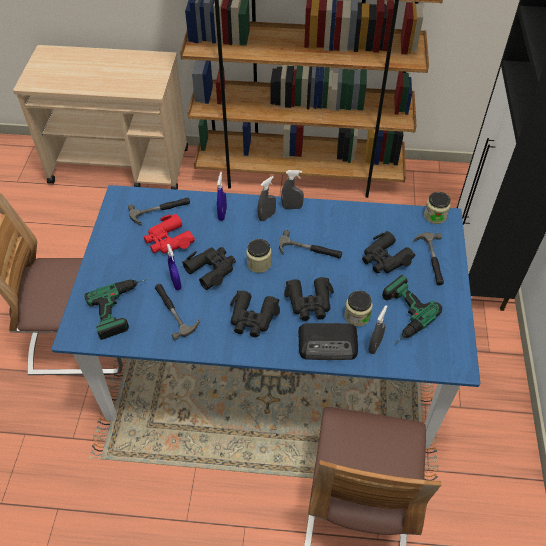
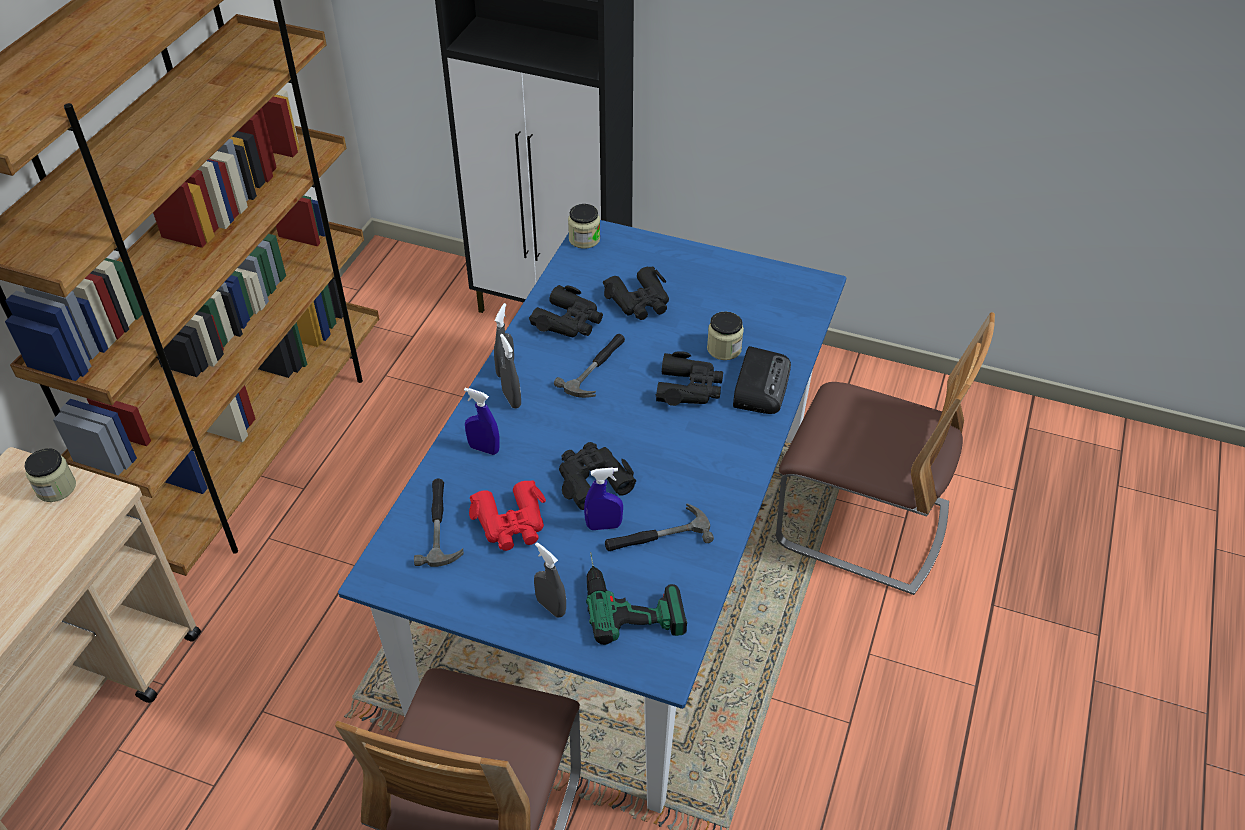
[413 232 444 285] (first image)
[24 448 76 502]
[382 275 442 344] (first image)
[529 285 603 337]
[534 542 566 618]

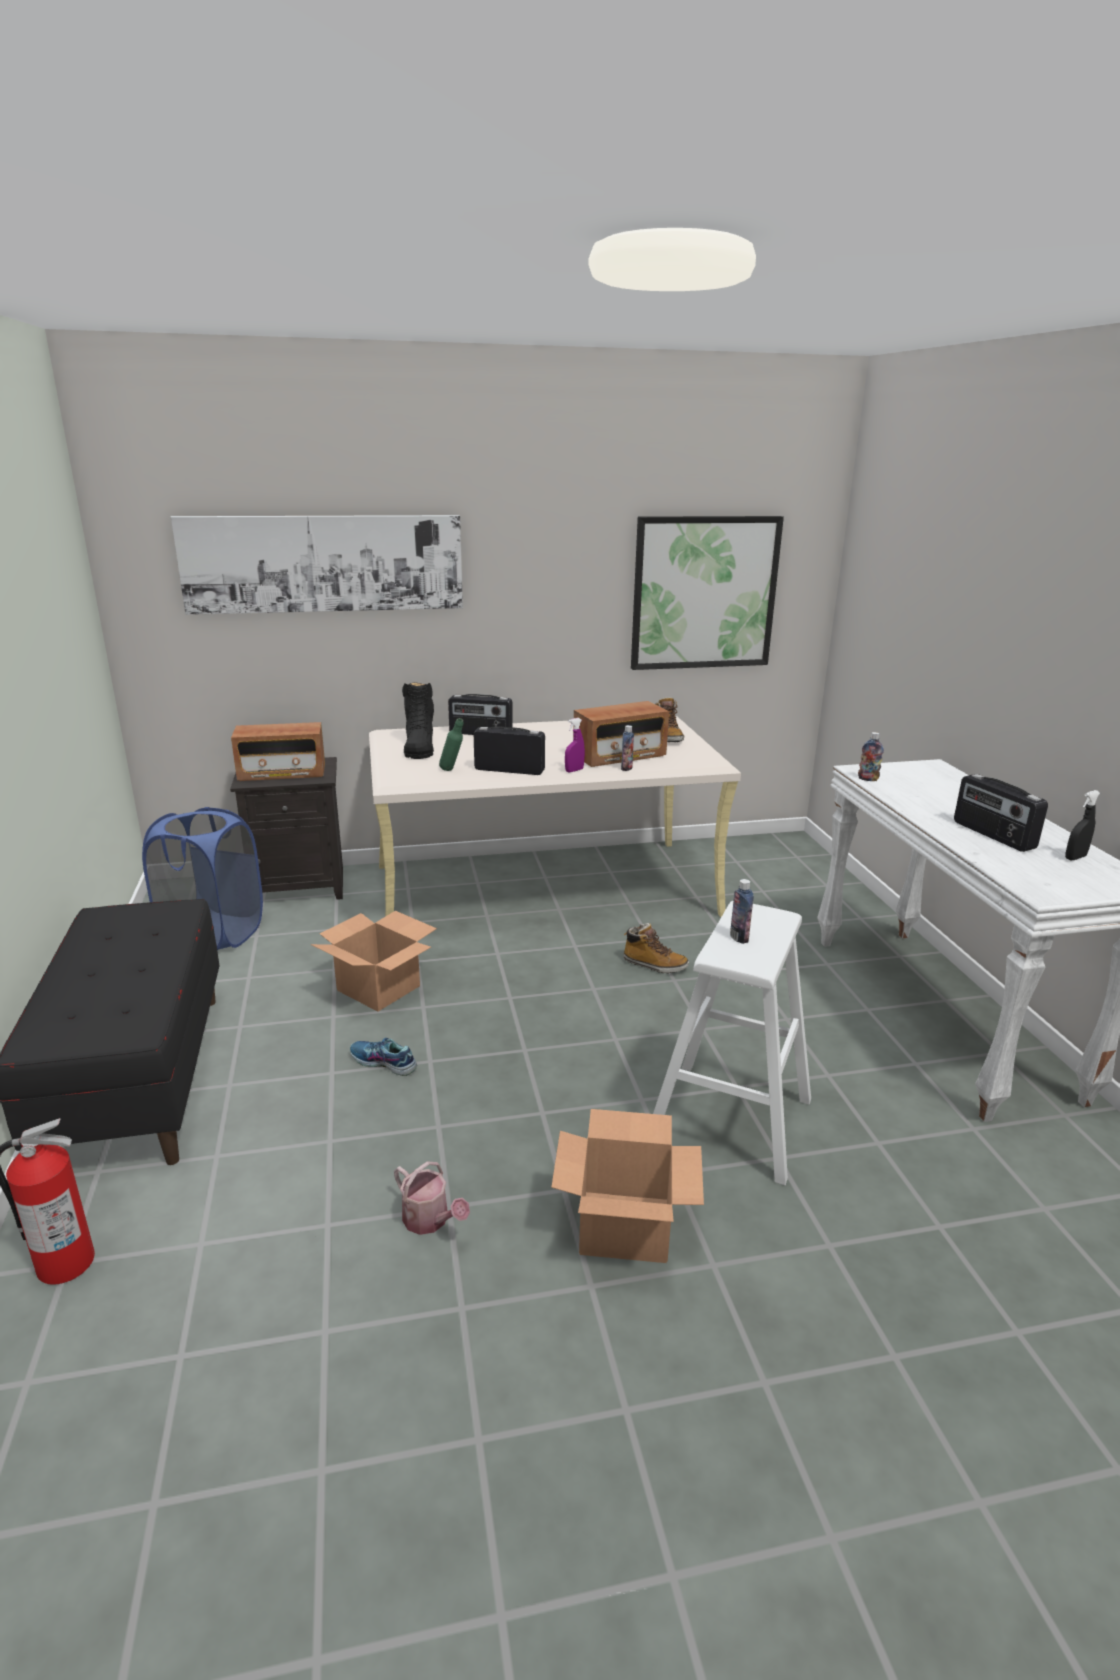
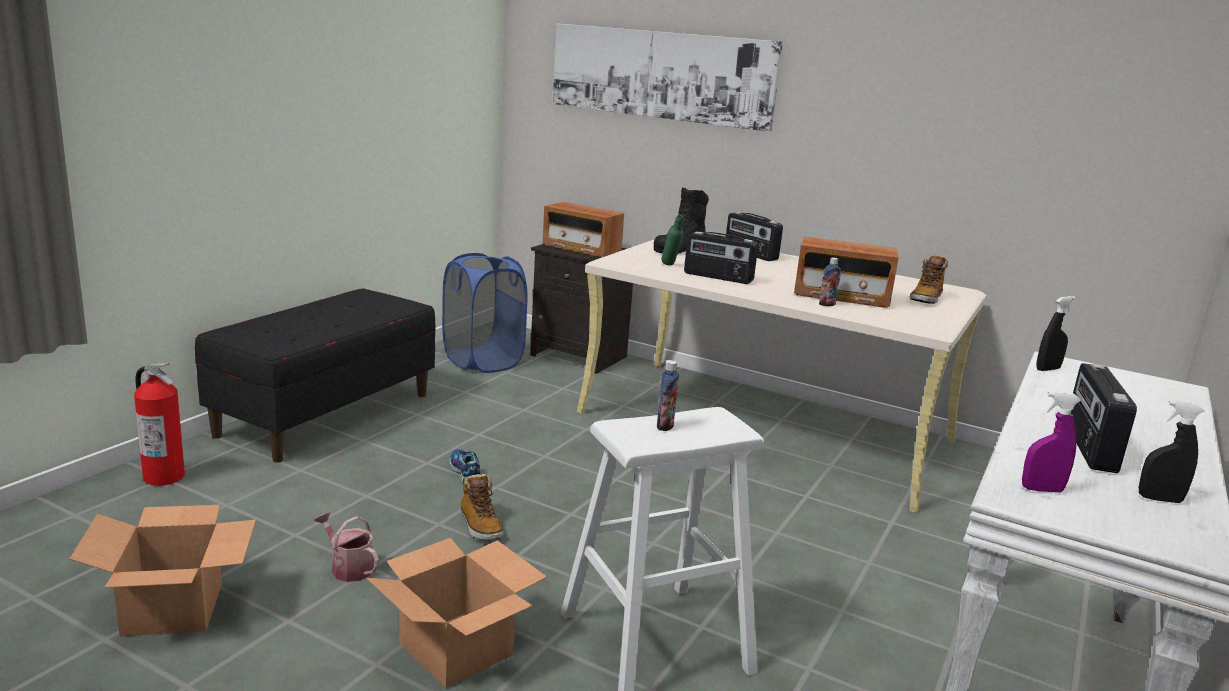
[631 516 784 670] (first image)
[1022 391 1081 493]
[684 232 758 284]
[1036 296 1075 371]
[70 505 256 636]
[461 474 504 540]
[314 512 379 582]

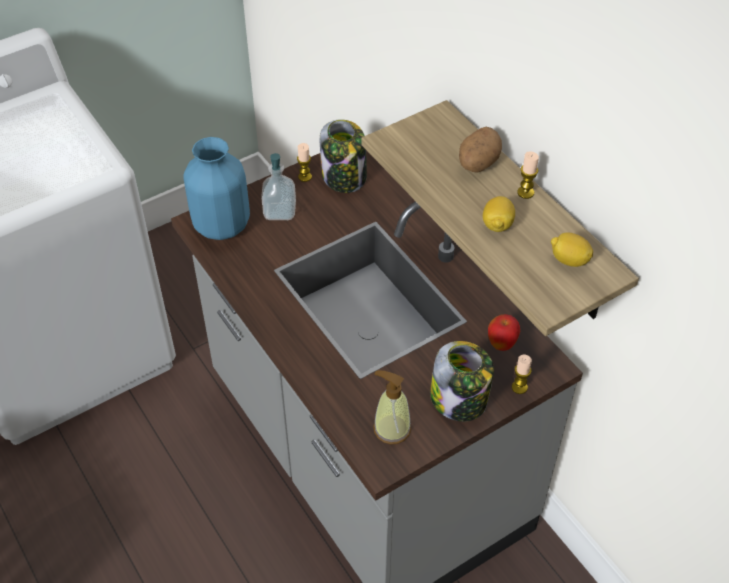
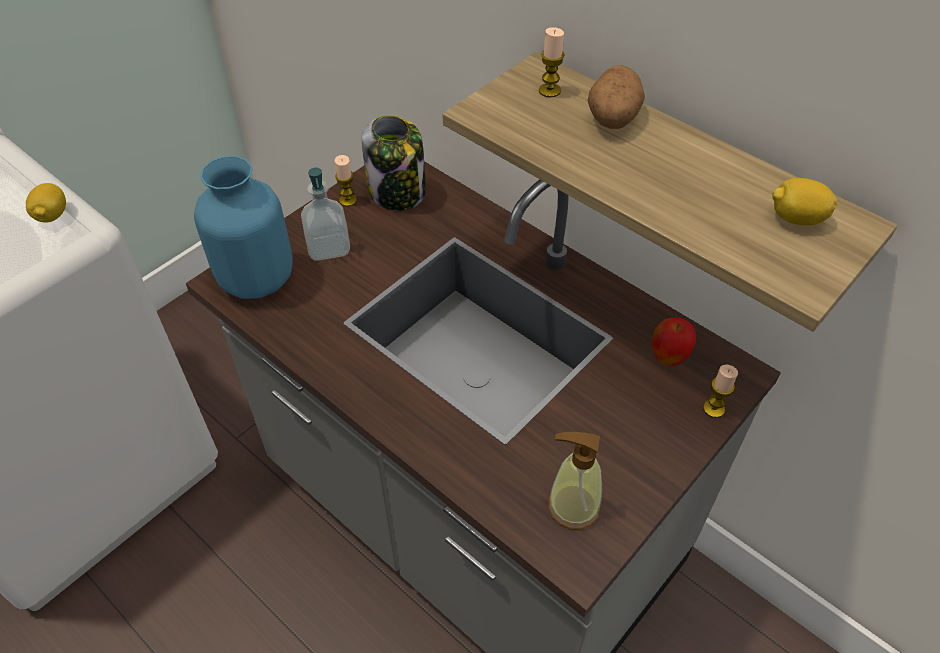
[539 27 565 98]
[26 183 66 223]
[430 341 494 422] (first image)

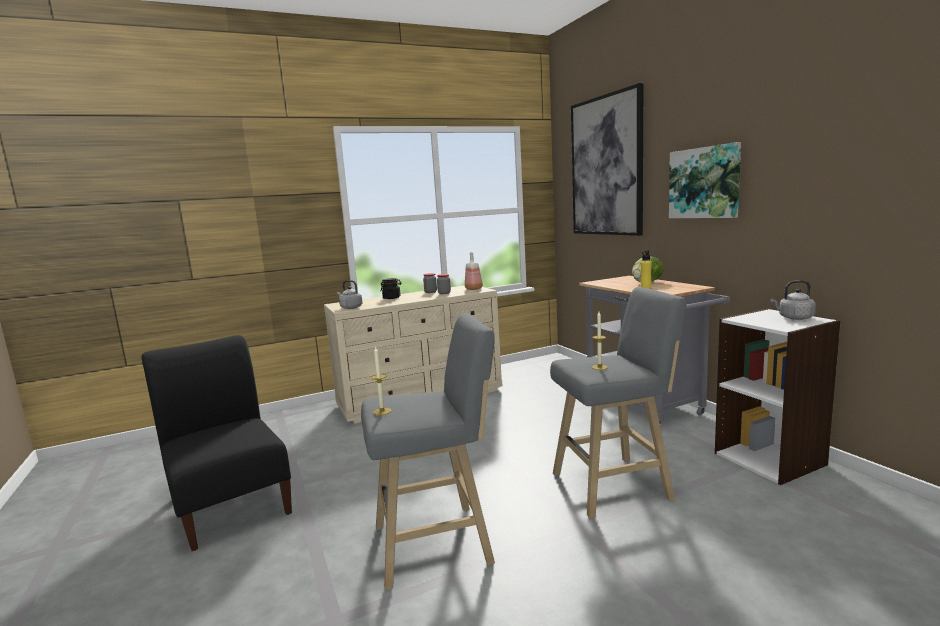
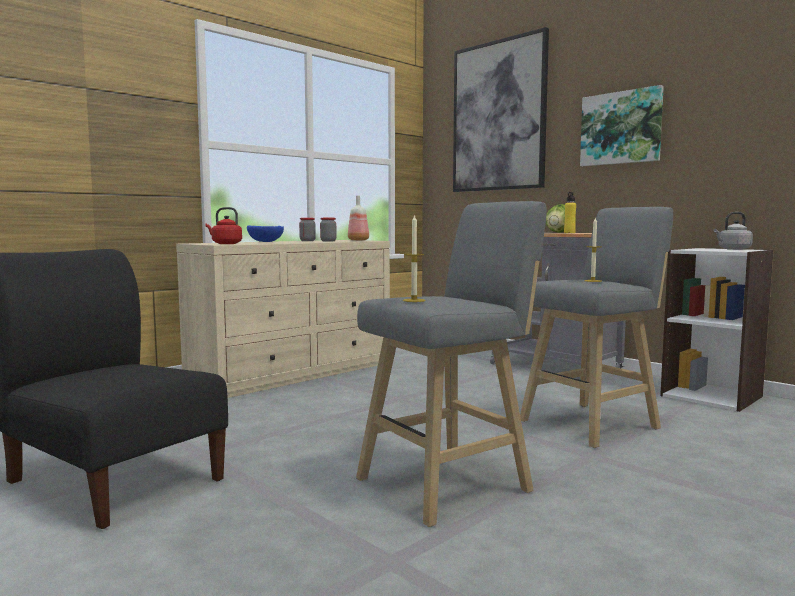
[247 226 284 242]
[205 207 242 244]

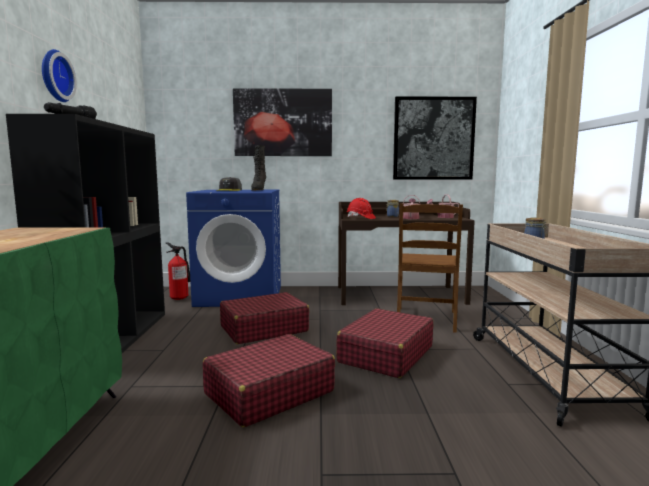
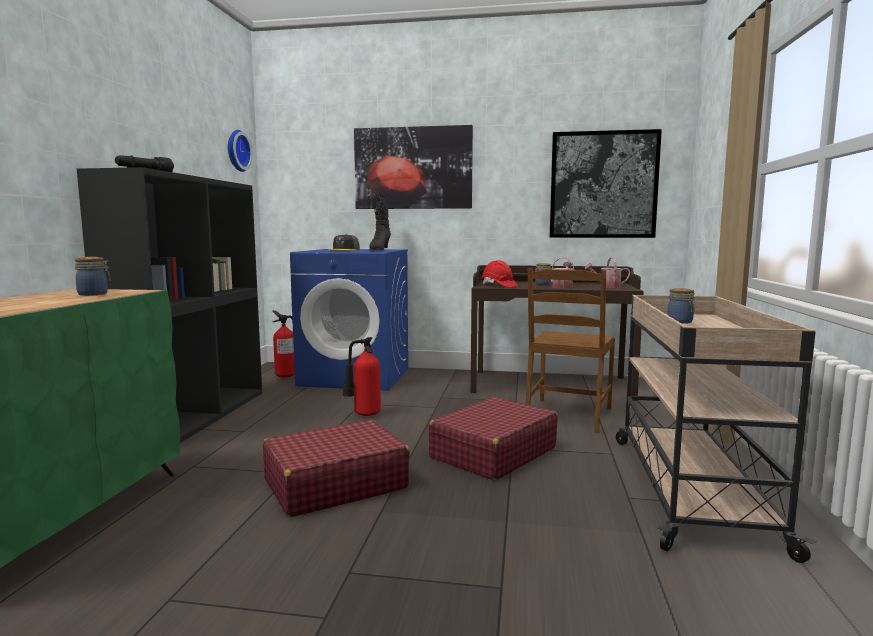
[228 130 252 172]
[342 337 381 416]
[75 257 111 296]

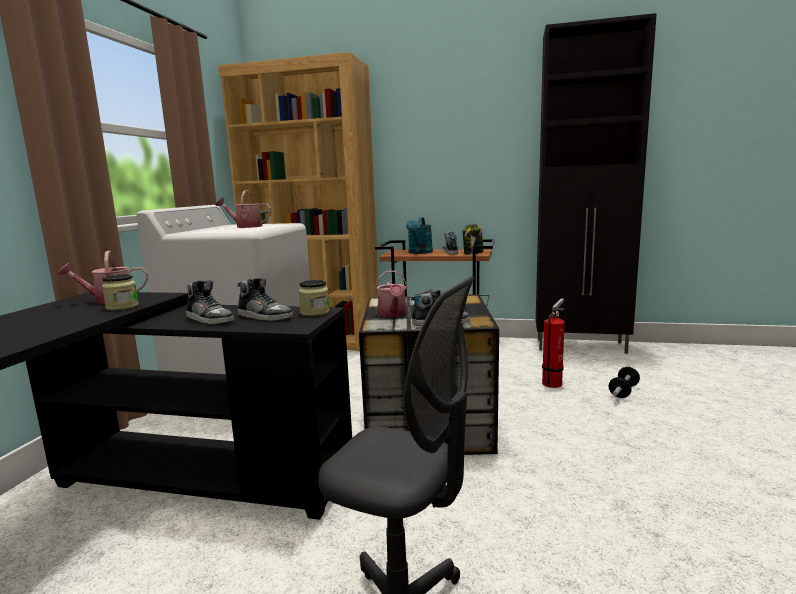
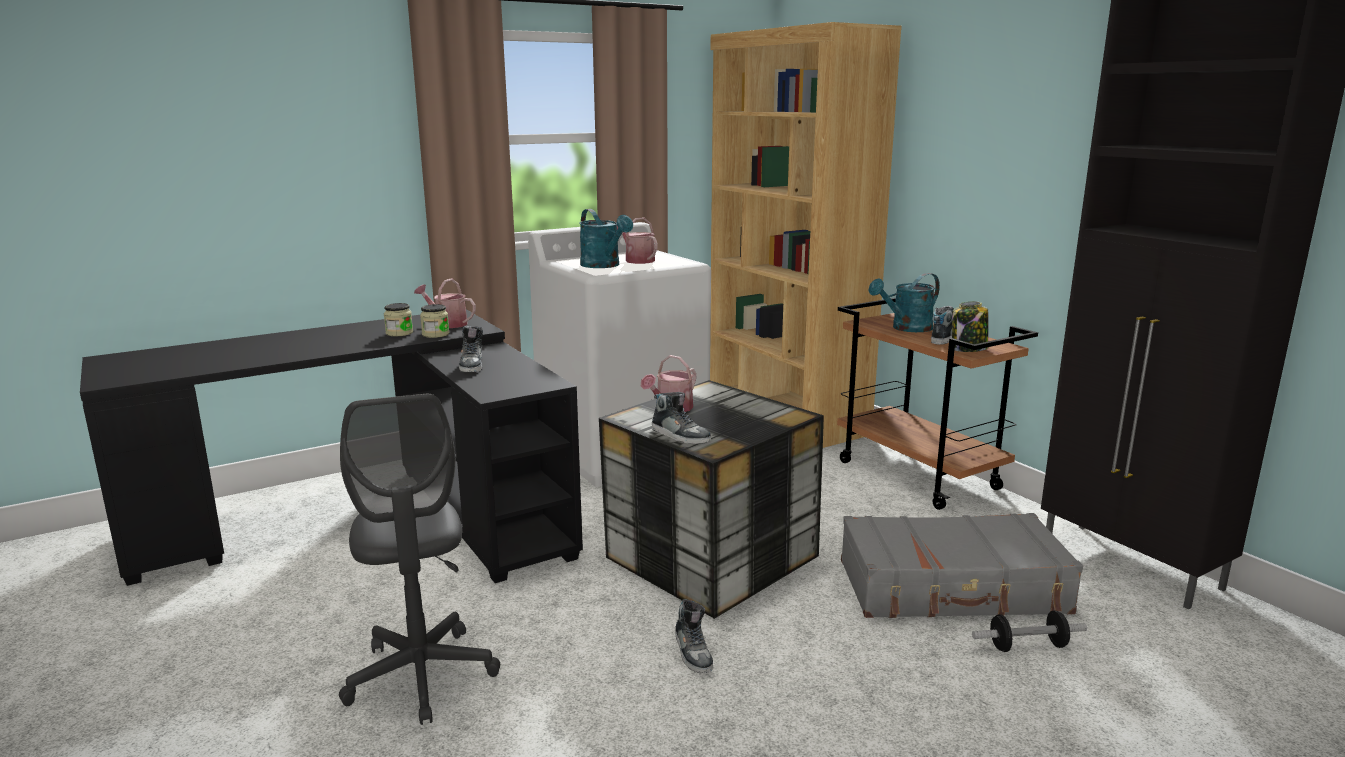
[675 599 713 673]
[384 303 413 336]
[841 513 1083 618]
[579 209 633 268]

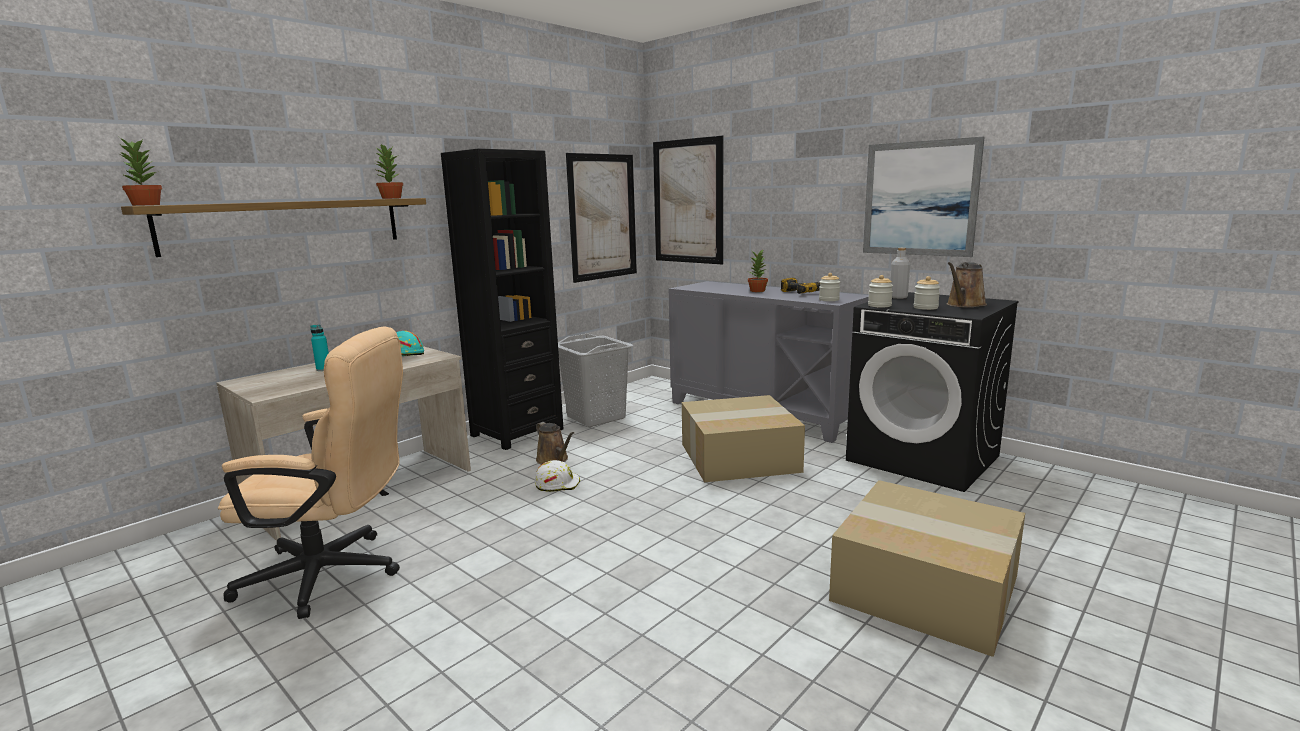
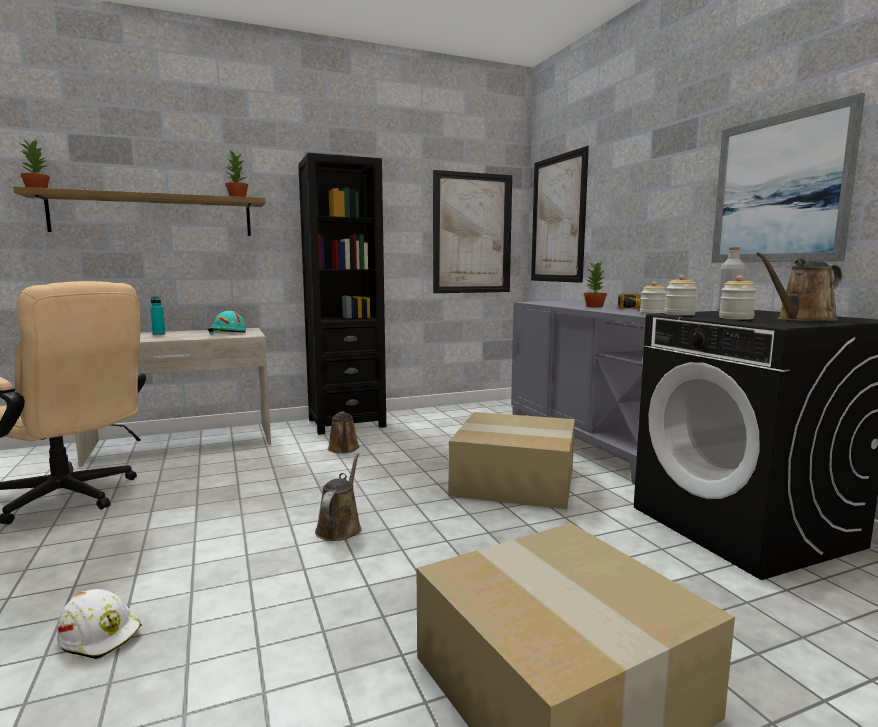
[558 333 634 427] (first image)
[57 589 142 660]
[315 453 362 541]

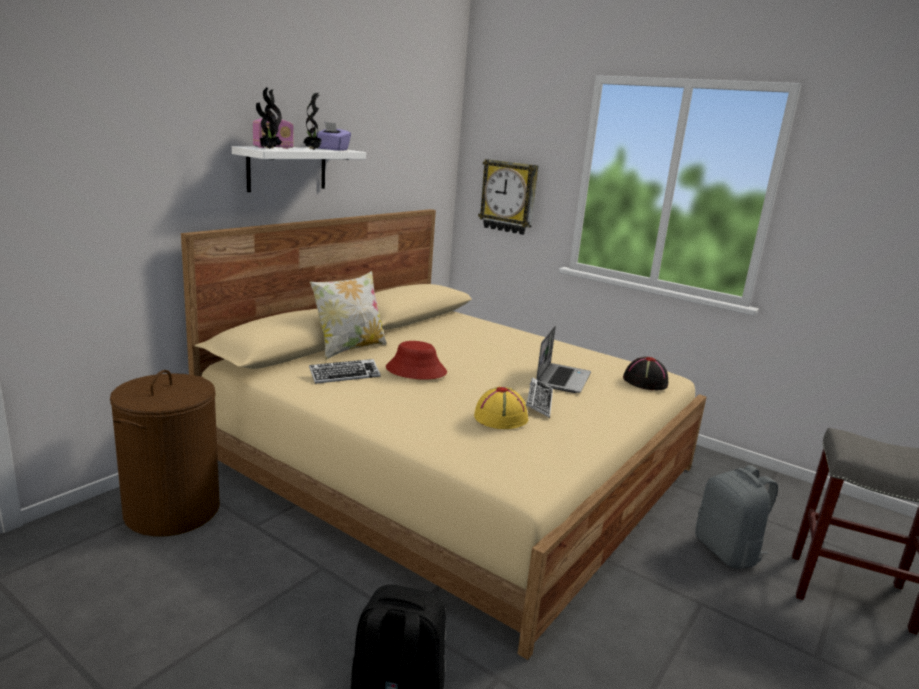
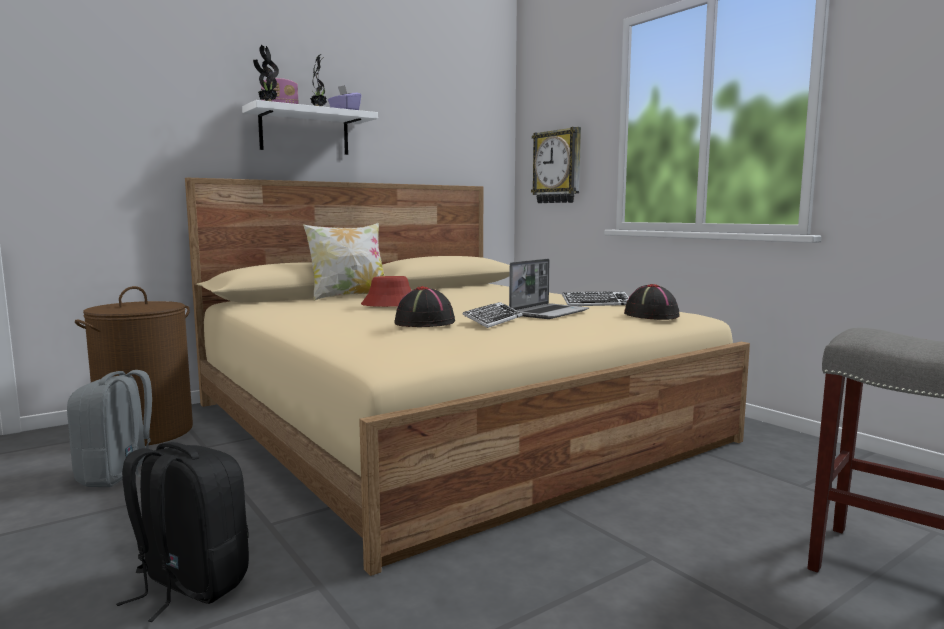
[562 291 629 306]
[394 286 455 327]
[67 370 152 487]

